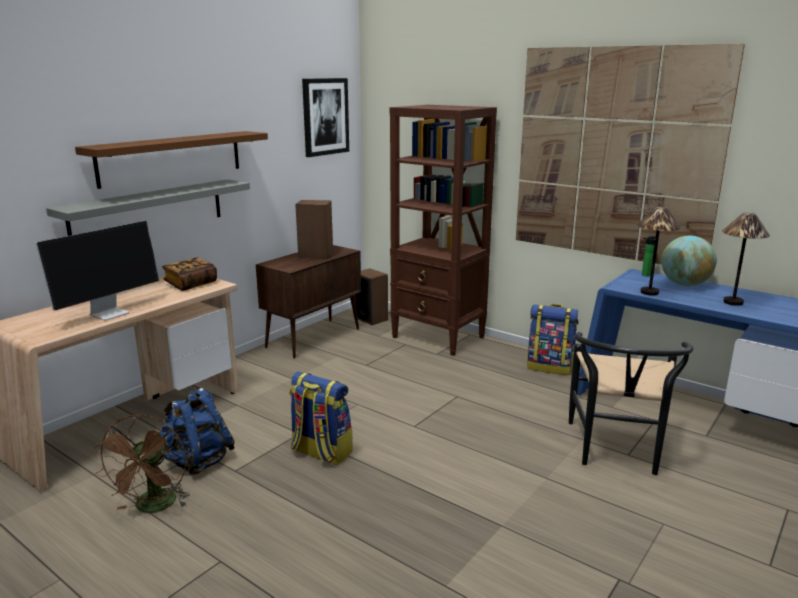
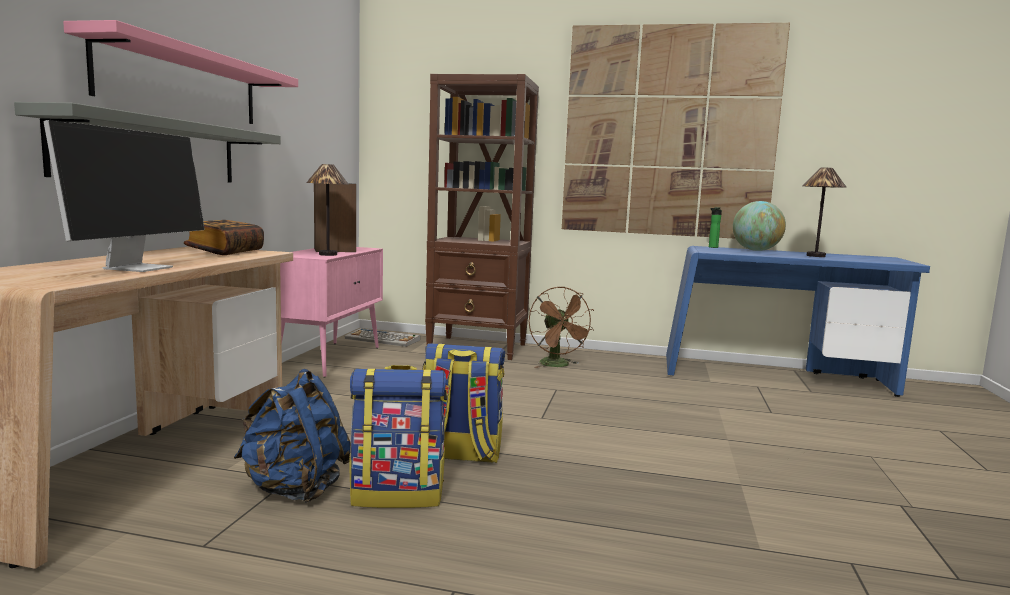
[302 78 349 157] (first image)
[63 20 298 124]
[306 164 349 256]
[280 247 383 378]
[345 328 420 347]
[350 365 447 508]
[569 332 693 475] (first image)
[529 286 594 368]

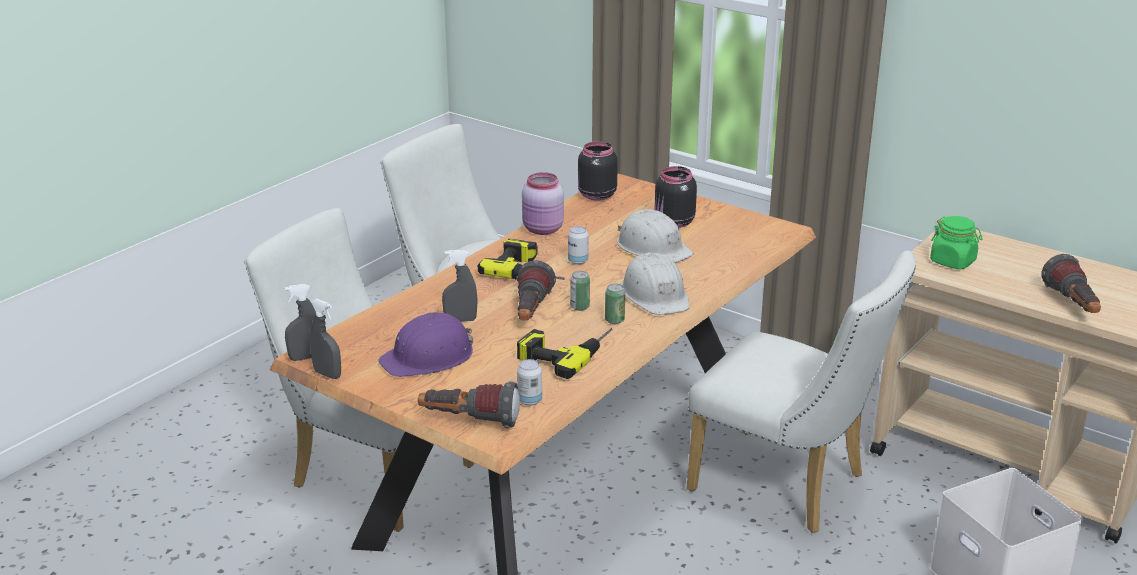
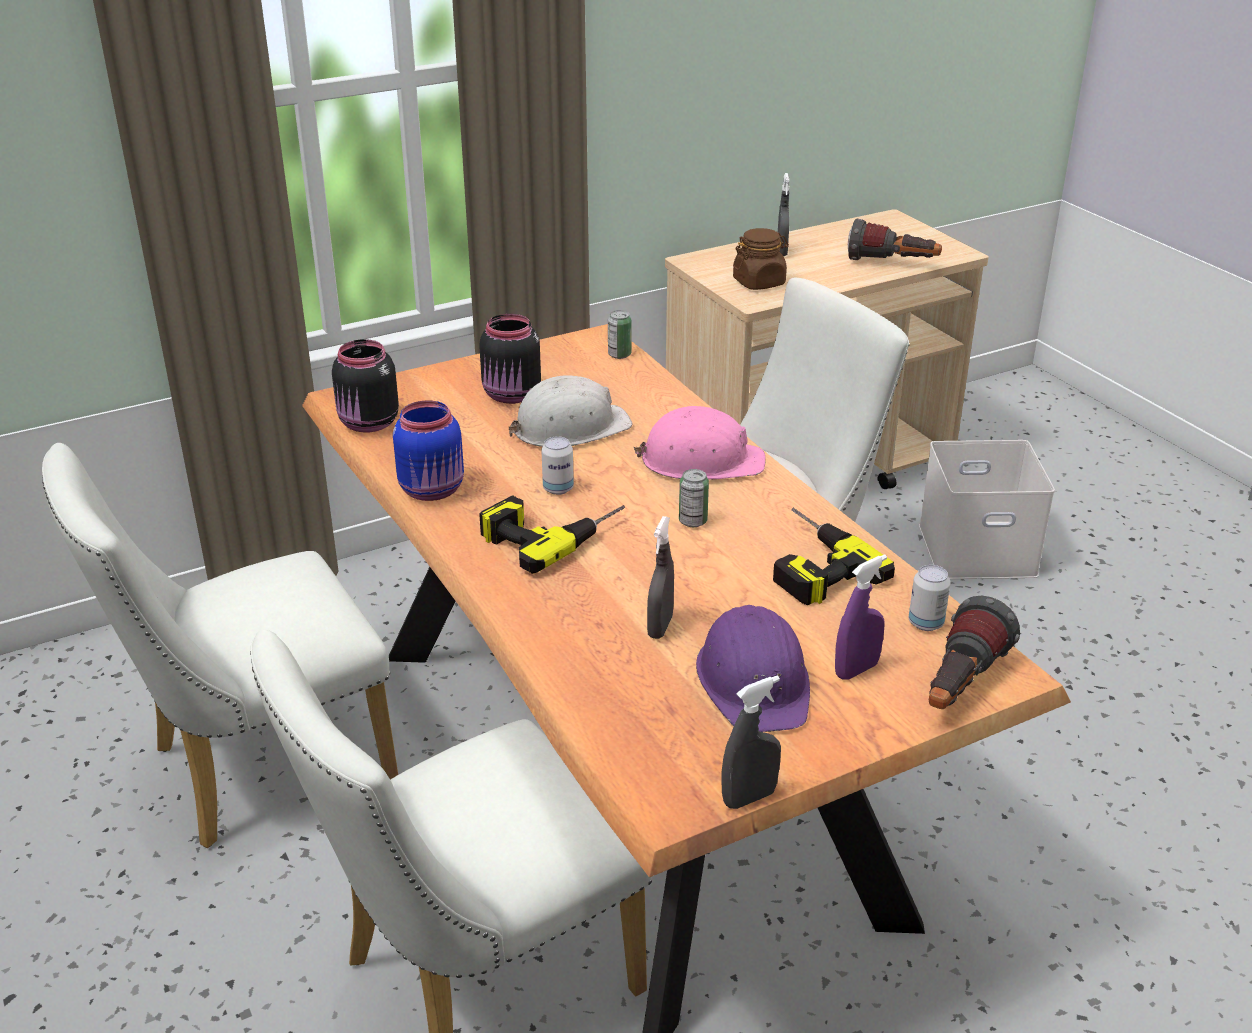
[393 400 464 501]
[733 228 789 290]
[634 406 765 480]
[516 260 556 320] (first image)
[778 173 790 256]
[608 310 632 359]
[835 554 887 680]

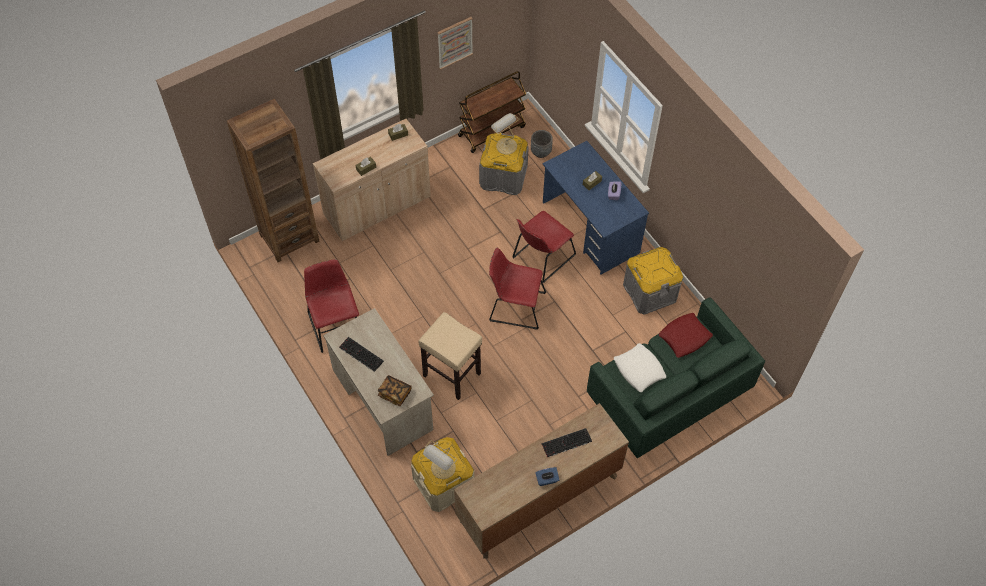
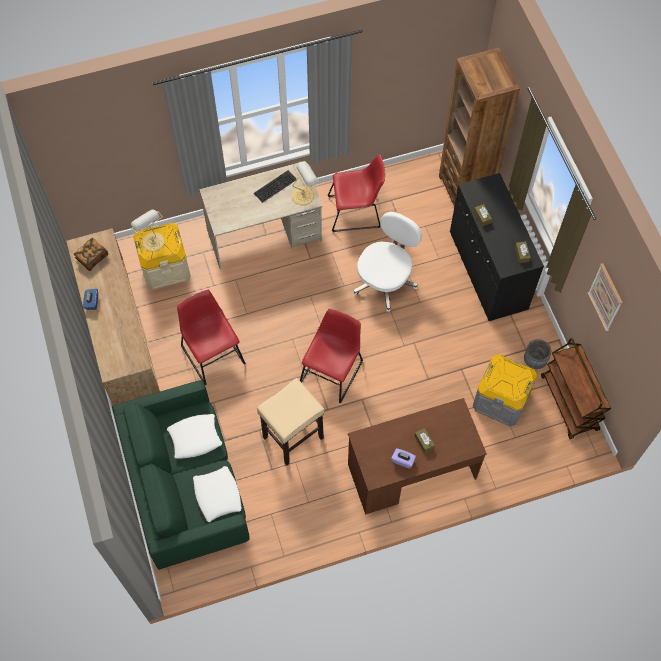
[292 161 319 206]
[450 173 544 321]
[524 339 551 369]
[348 398 487 515]
[177 290 246 385]
[623 247 683 315] (first image)
[257 378 324 466]
[193 466 242 522]
[74 238 108 271]
[541 428 592 457] (first image)
[353 212 422 311]

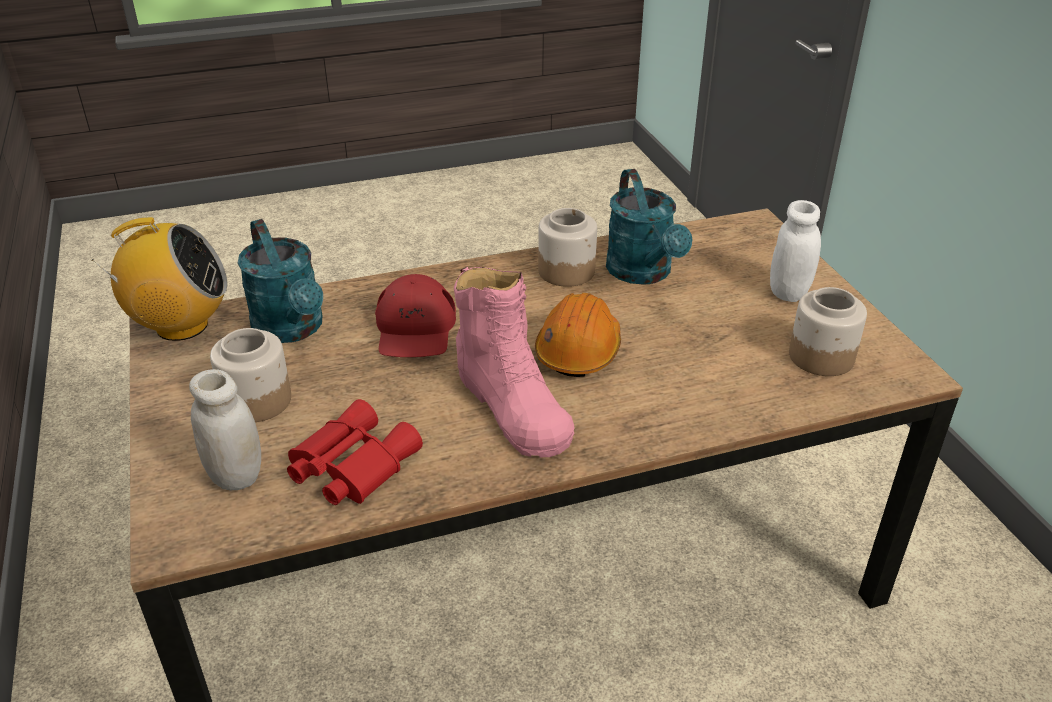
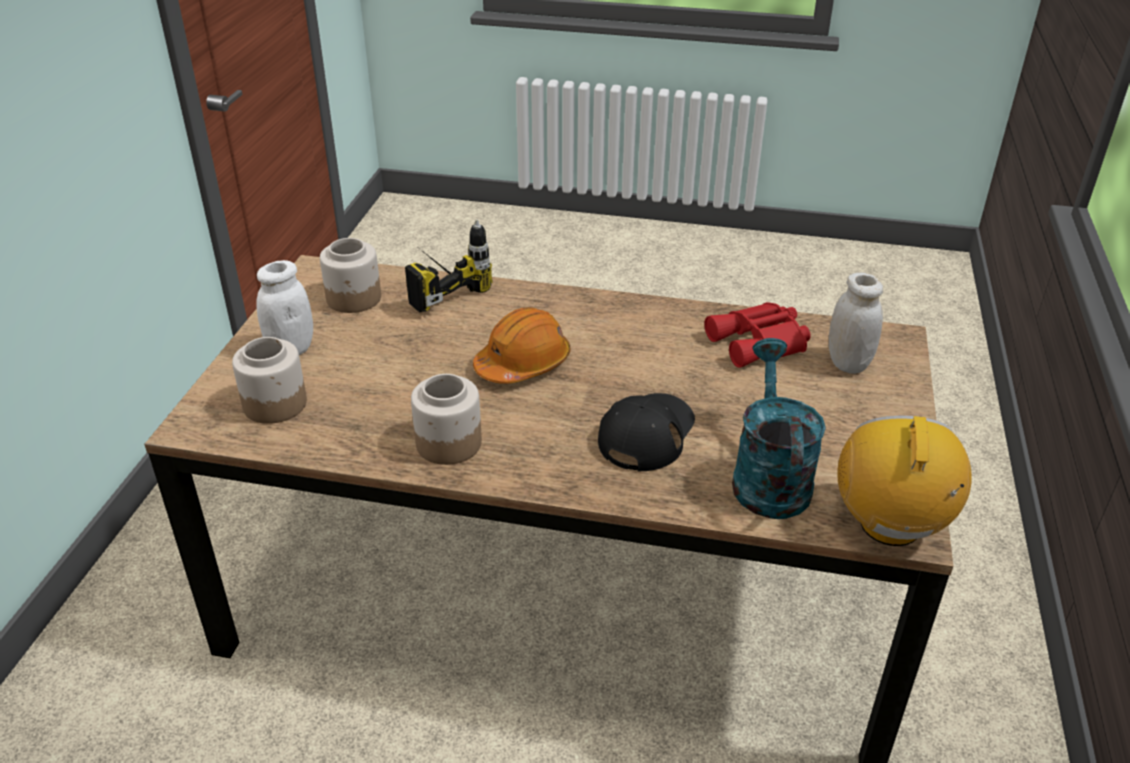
[606 169 693 285] (first image)
[837 416 972 546]
[454 267 575 457] (first image)
[598 393 695 471]
[232 337 307 424]
[405 220 492 313]

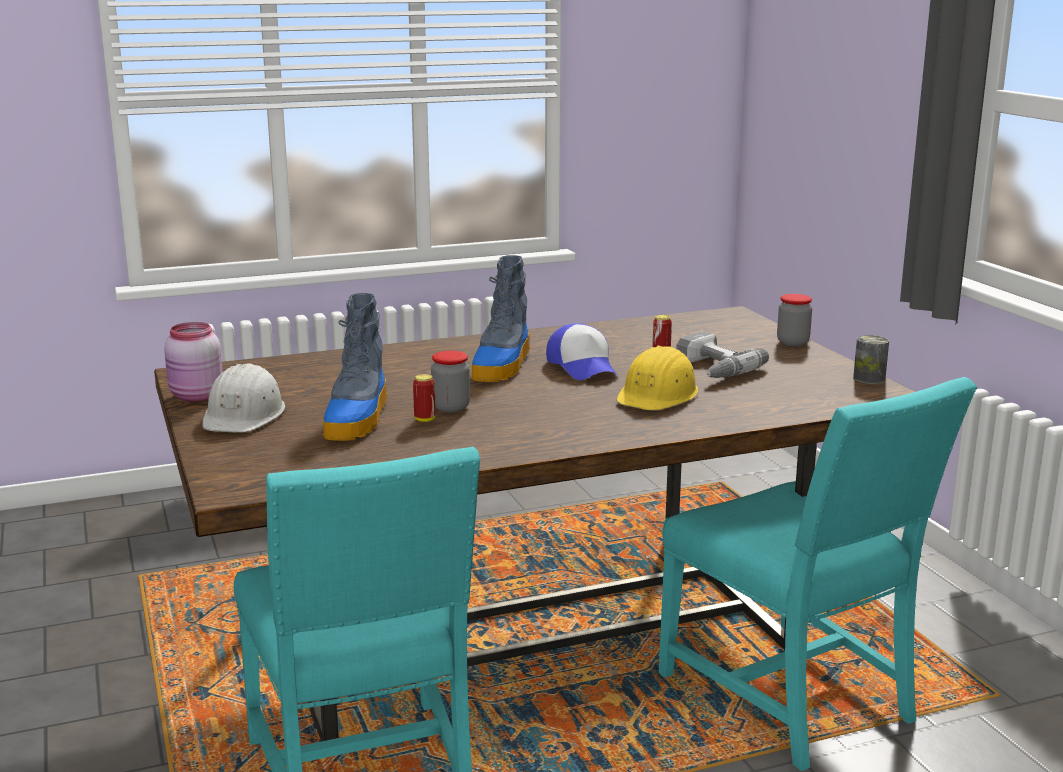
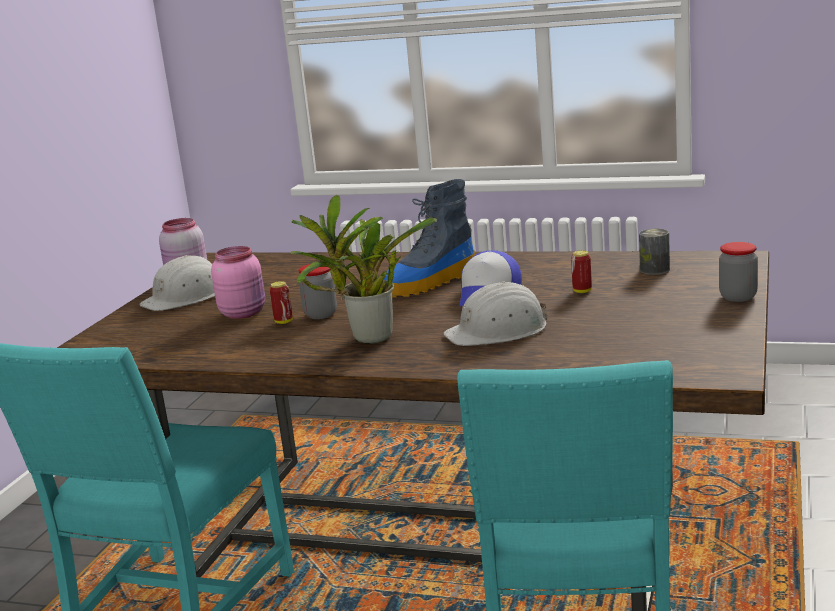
[211 246 265 319]
[677 331 769 378] (first image)
[639 228 670 275]
[444 281 548 346]
[290 195 437 344]

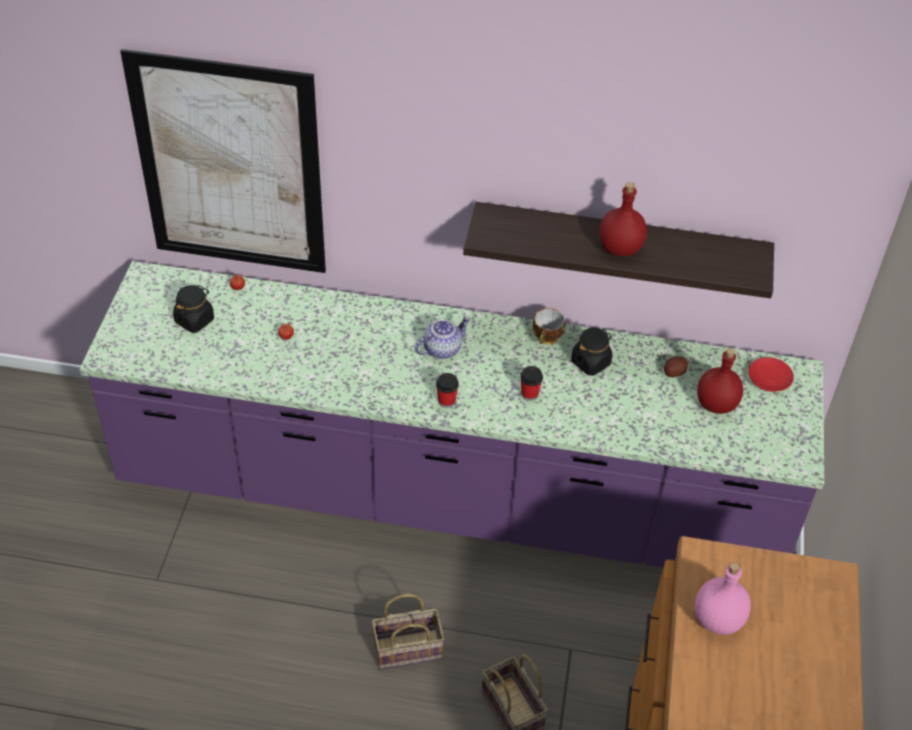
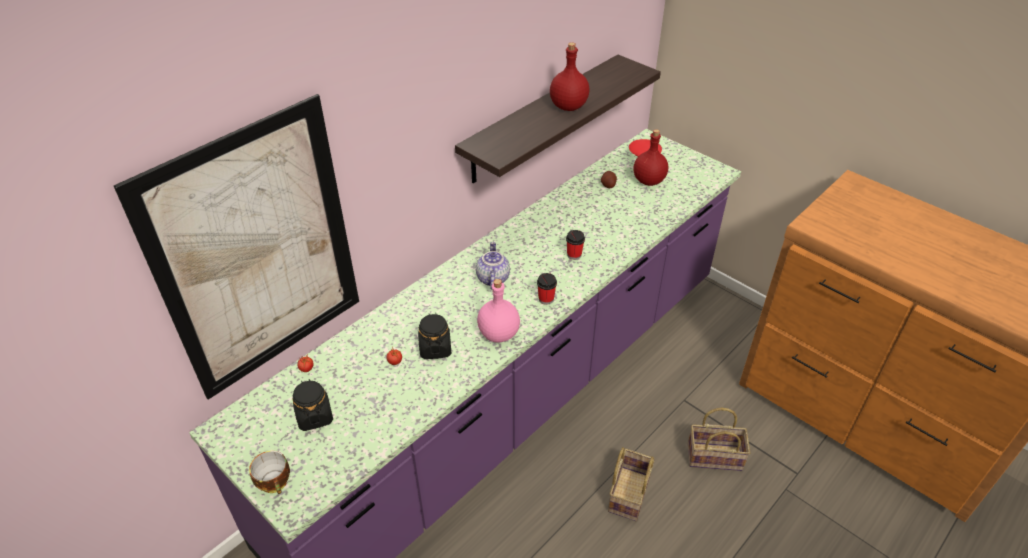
[249 451 290 494]
[418 314 451 359]
[477 279 520 343]

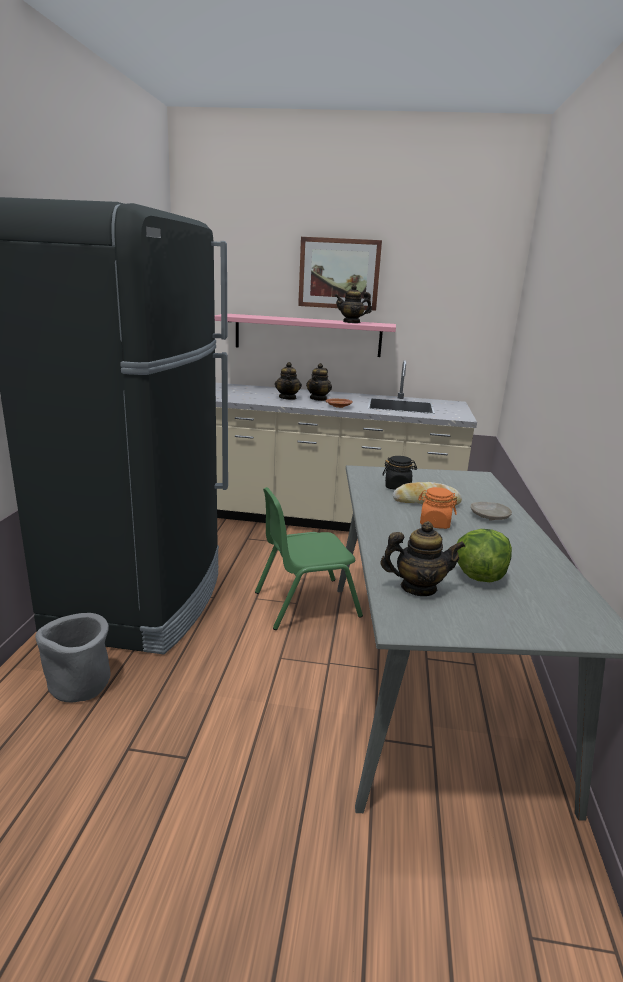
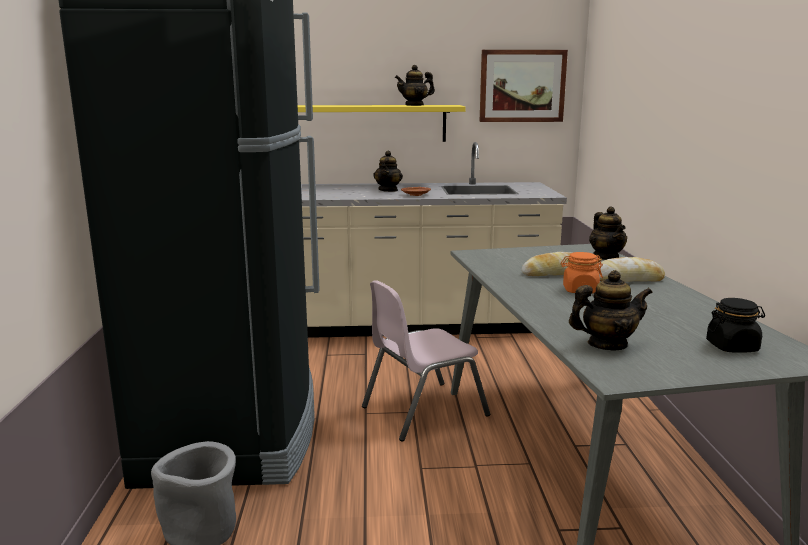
[480 50 568 122]
[298 105 466 142]
[589 206 627 260]
[706 298 765 353]
[362 280 490 442]
[597 257 665 282]
[457 529 512 582] (first image)

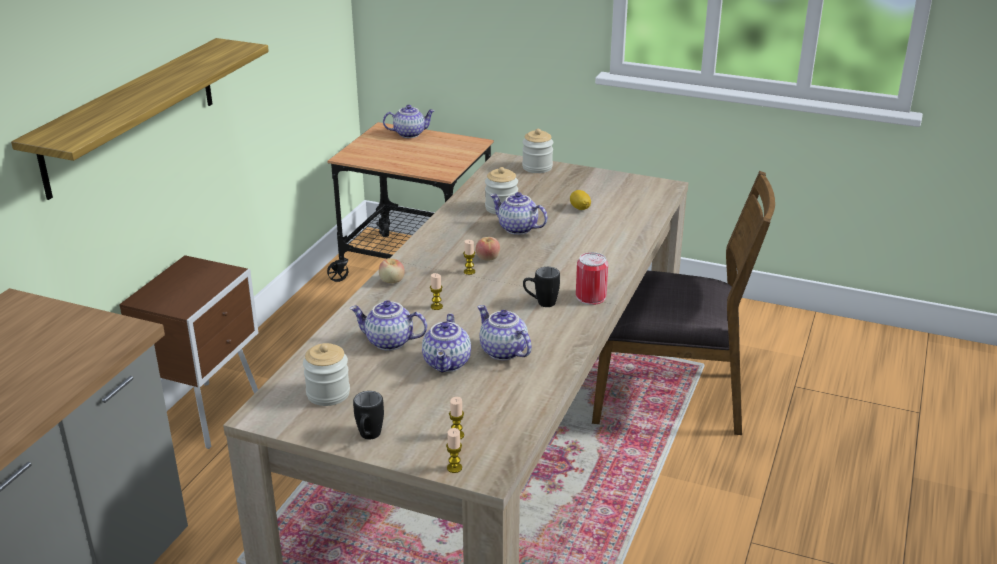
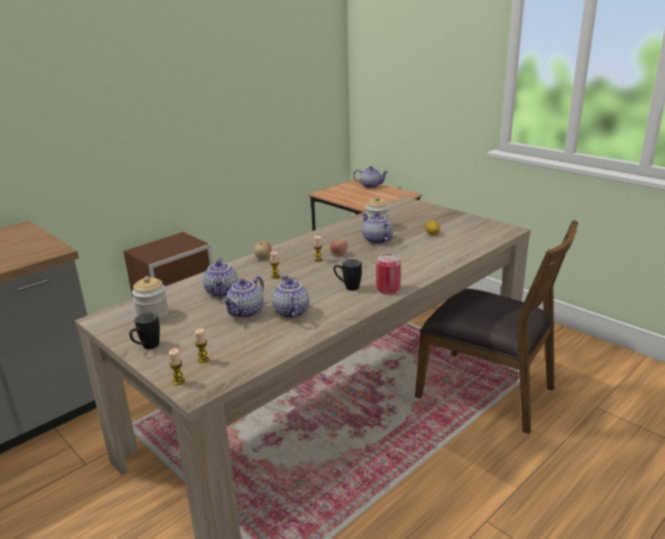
[11 38 269 200] (first image)
[522 129 553 173] (first image)
[203 258 238 297]

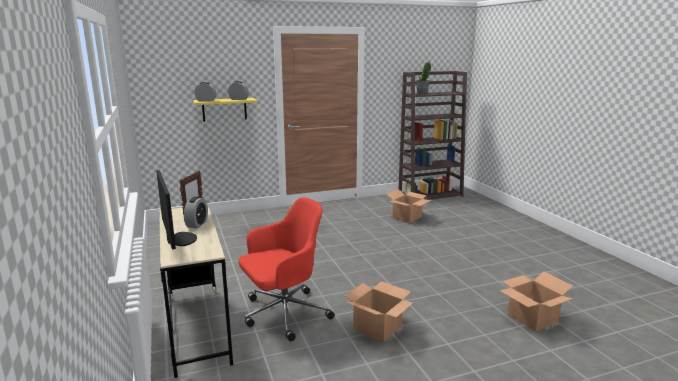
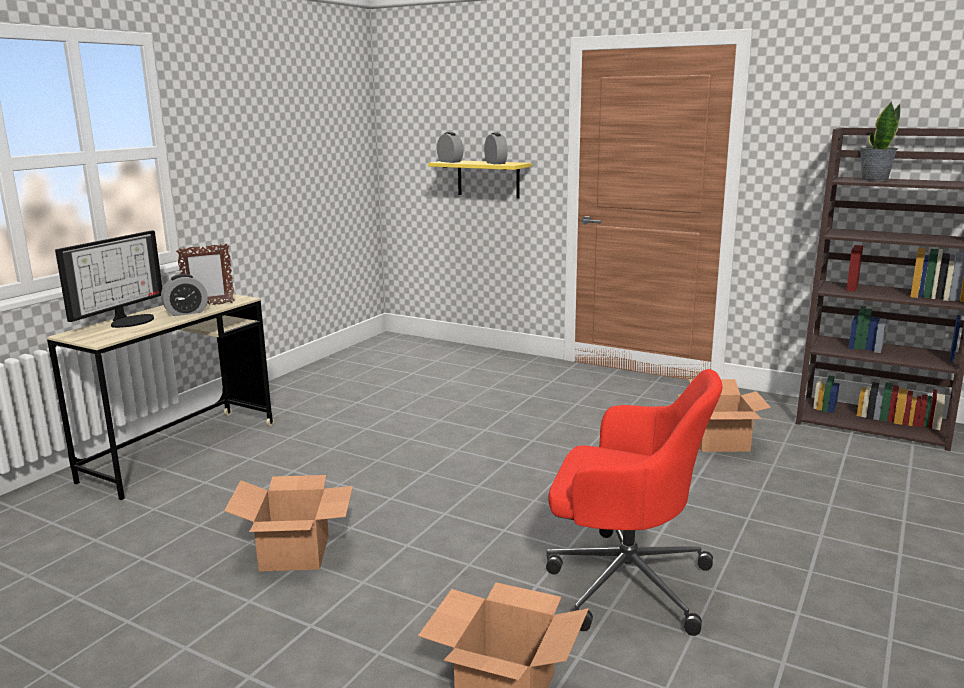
[546 369 723 636]

